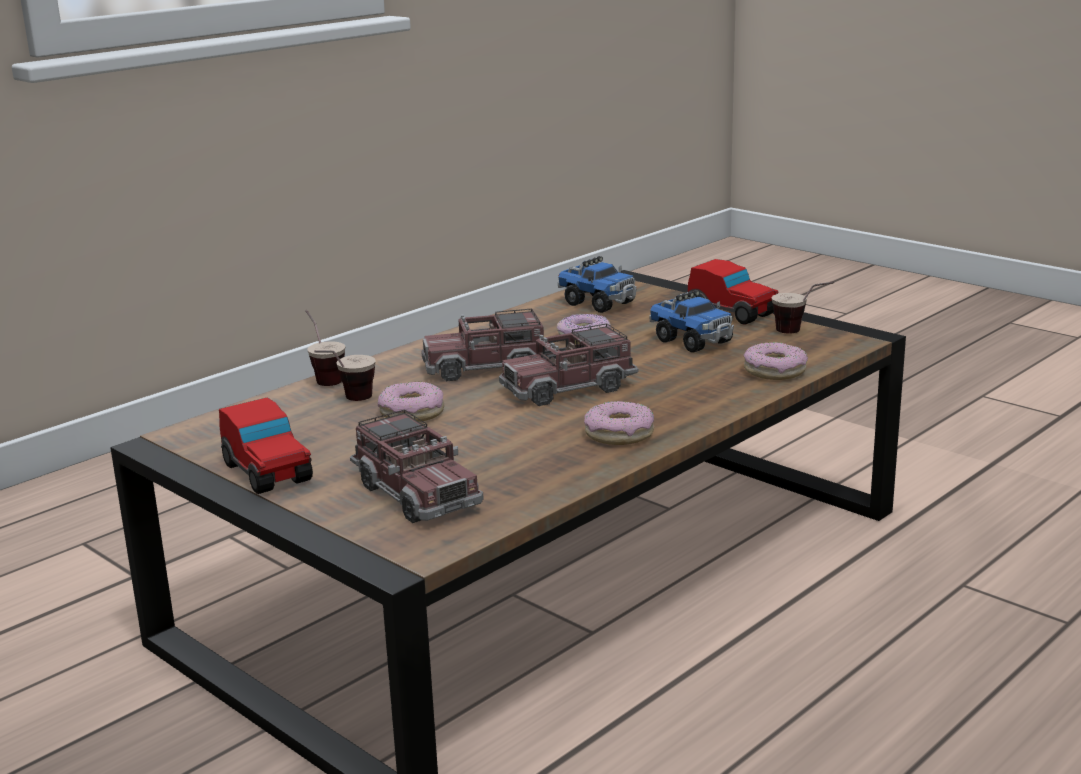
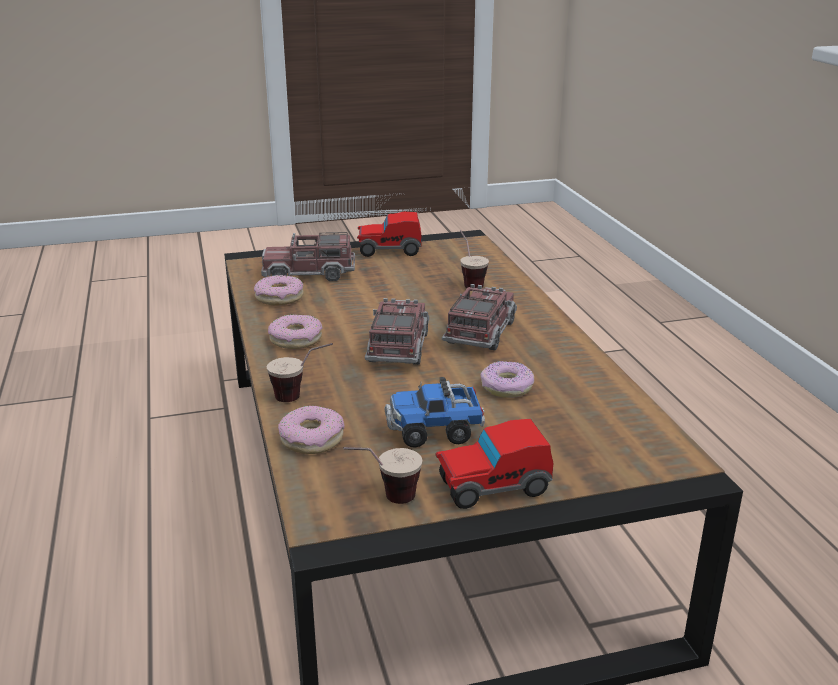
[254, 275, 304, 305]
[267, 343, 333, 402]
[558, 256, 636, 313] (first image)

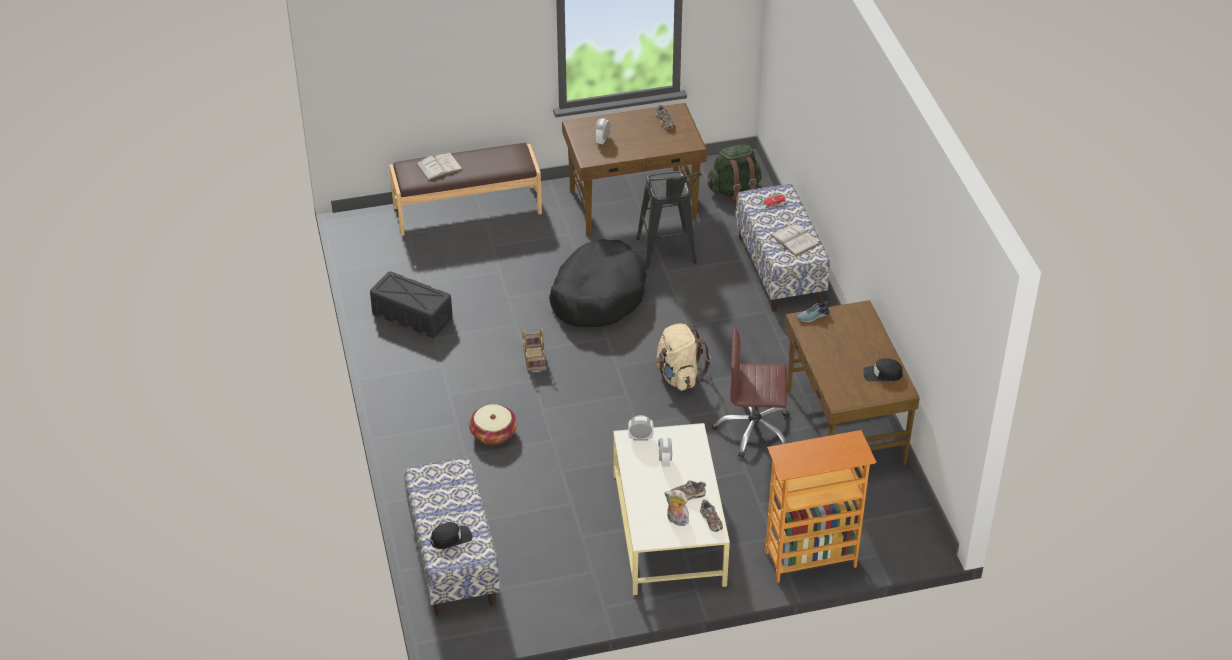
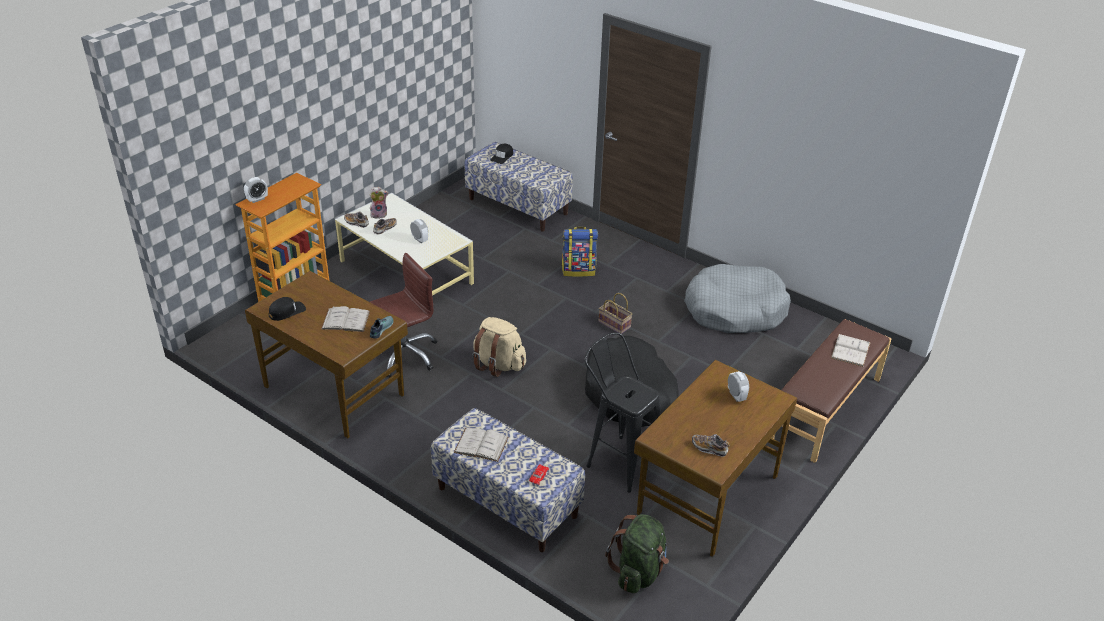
[244, 177, 268, 203]
[321, 306, 370, 332]
[562, 227, 598, 277]
[684, 264, 791, 333]

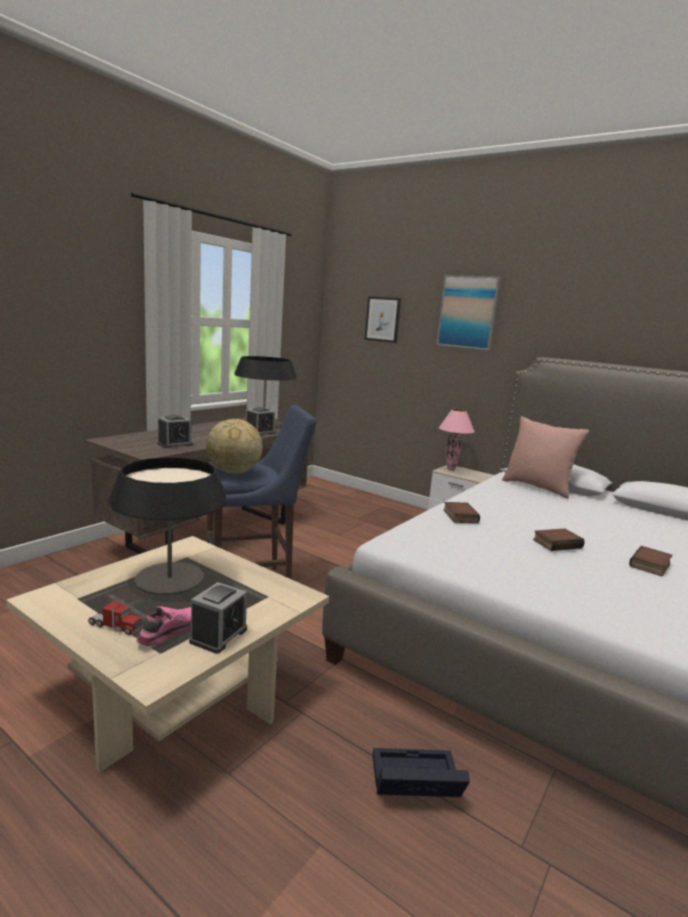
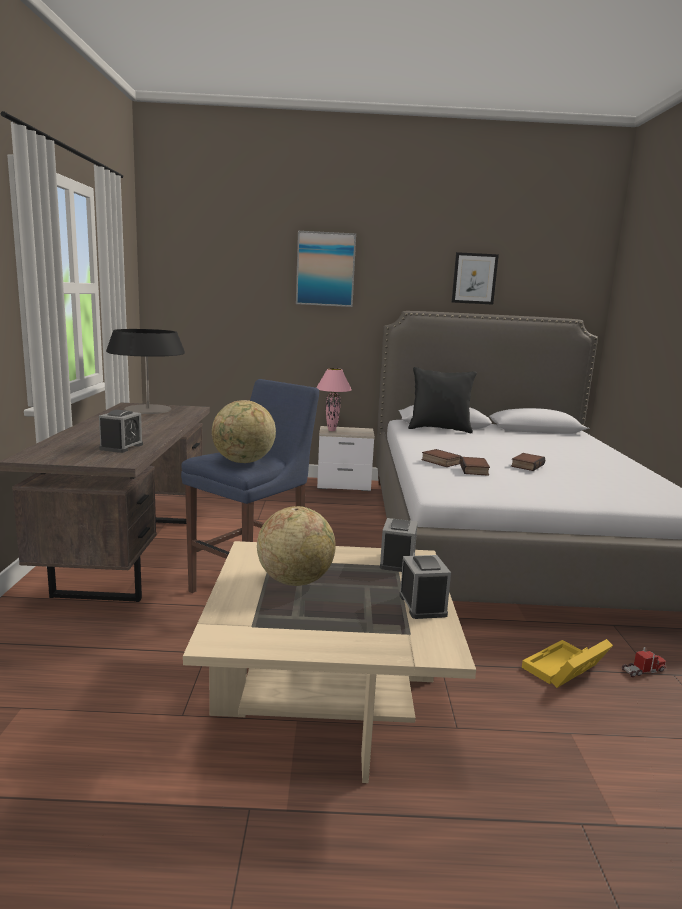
[257, 506, 336, 586]
[380, 518, 418, 572]
[408, 367, 477, 433]
[452, 252, 499, 305]
[460, 457, 490, 476]
[522, 639, 613, 688]
[622, 647, 666, 677]
[136, 606, 191, 647] (first image)

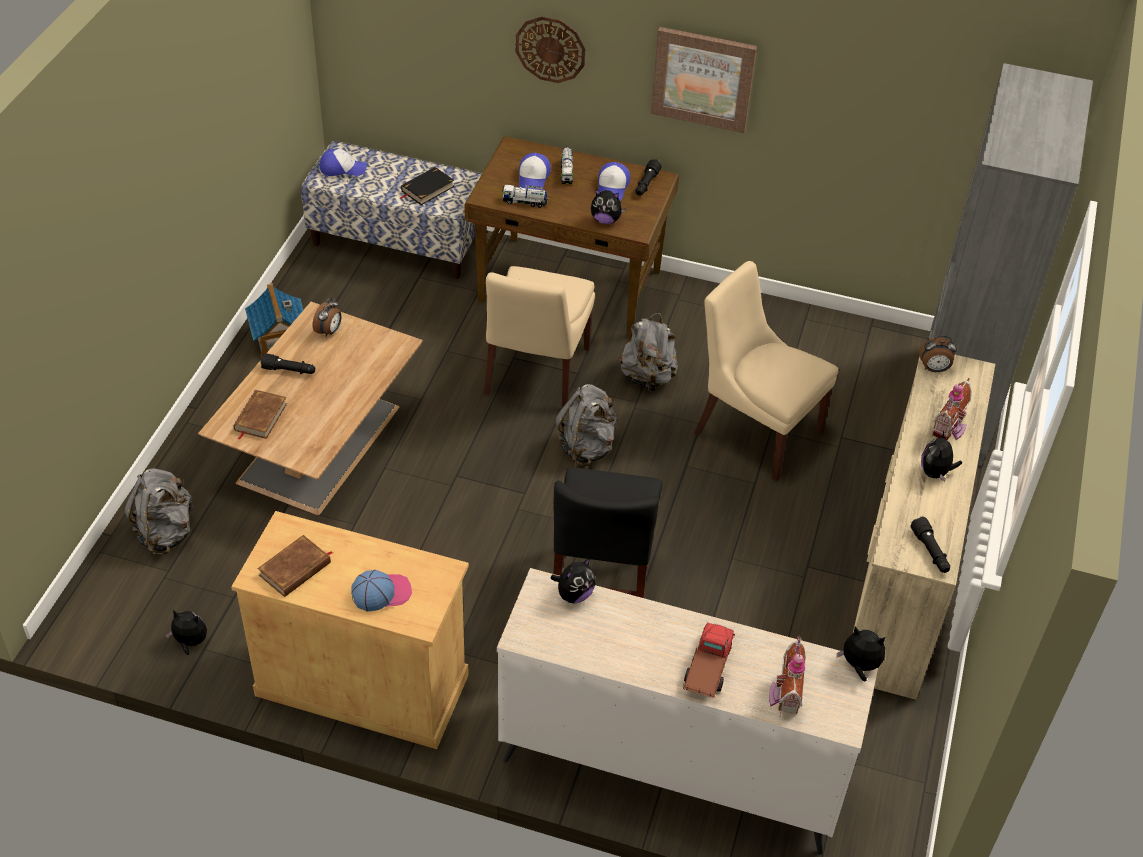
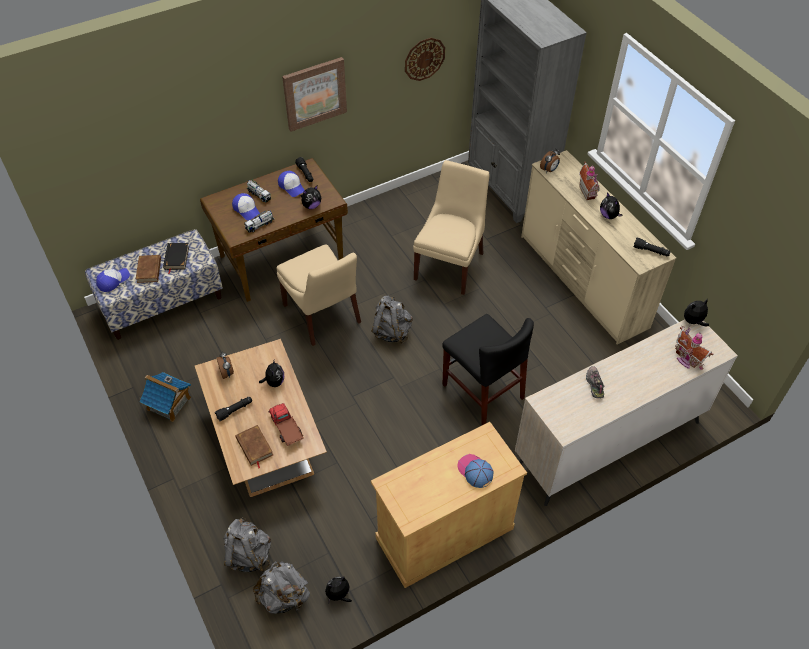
[136, 255, 161, 283]
[253, 561, 310, 614]
[259, 361, 284, 387]
[269, 403, 304, 446]
[405, 38, 445, 81]
[413, 160, 489, 295]
[457, 454, 494, 488]
[586, 366, 605, 398]

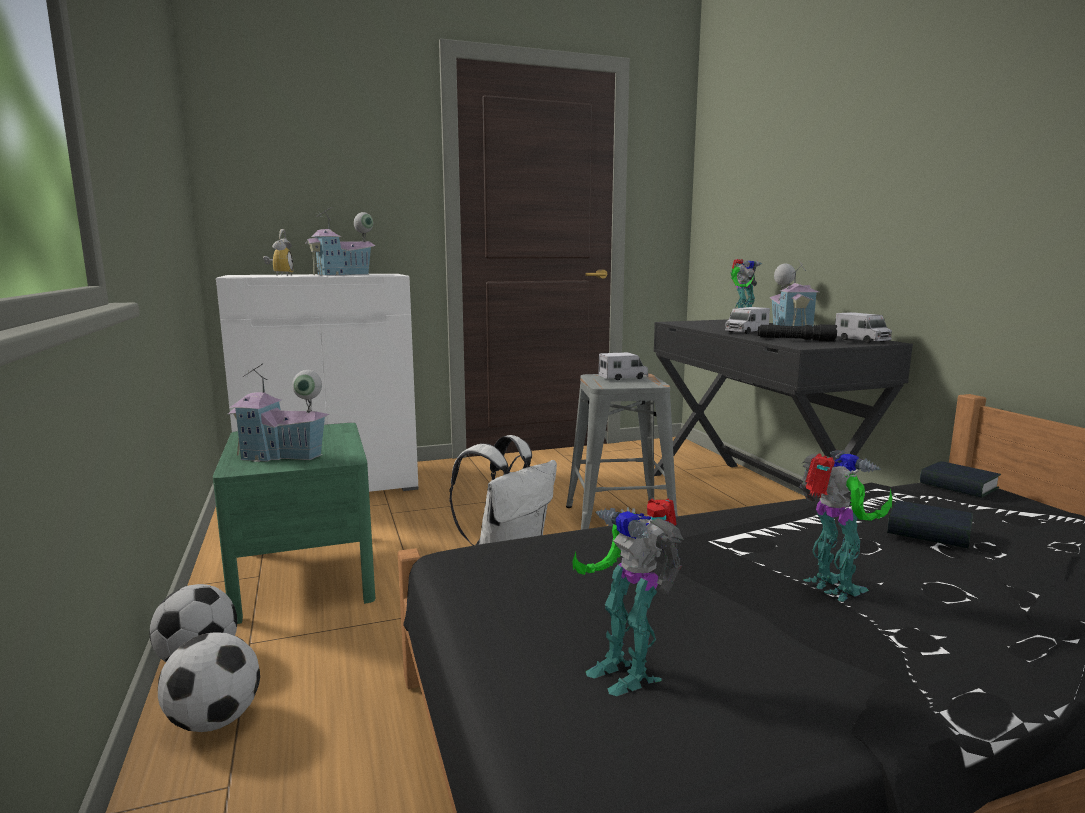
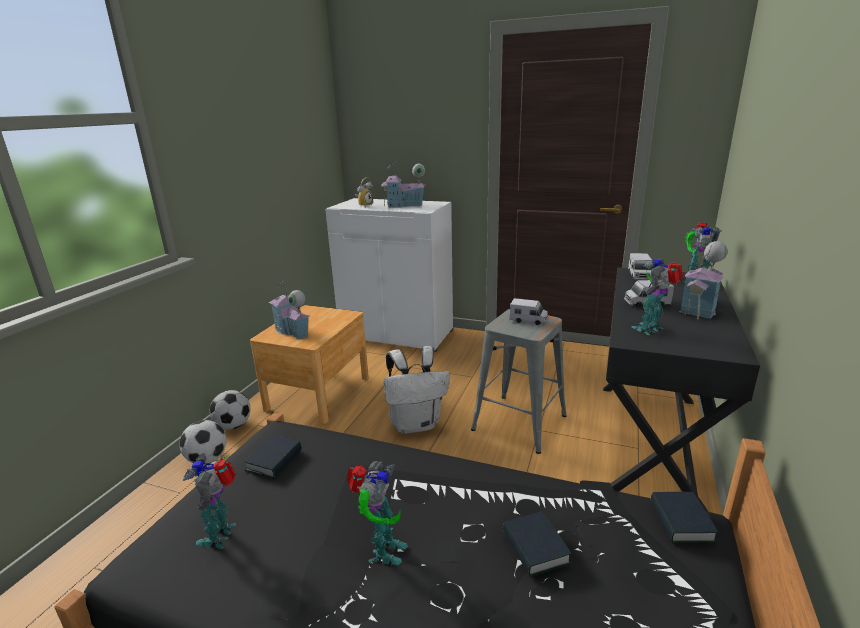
[244, 435, 302, 479]
[250, 305, 369, 424]
[628, 253, 653, 280]
[631, 258, 683, 335]

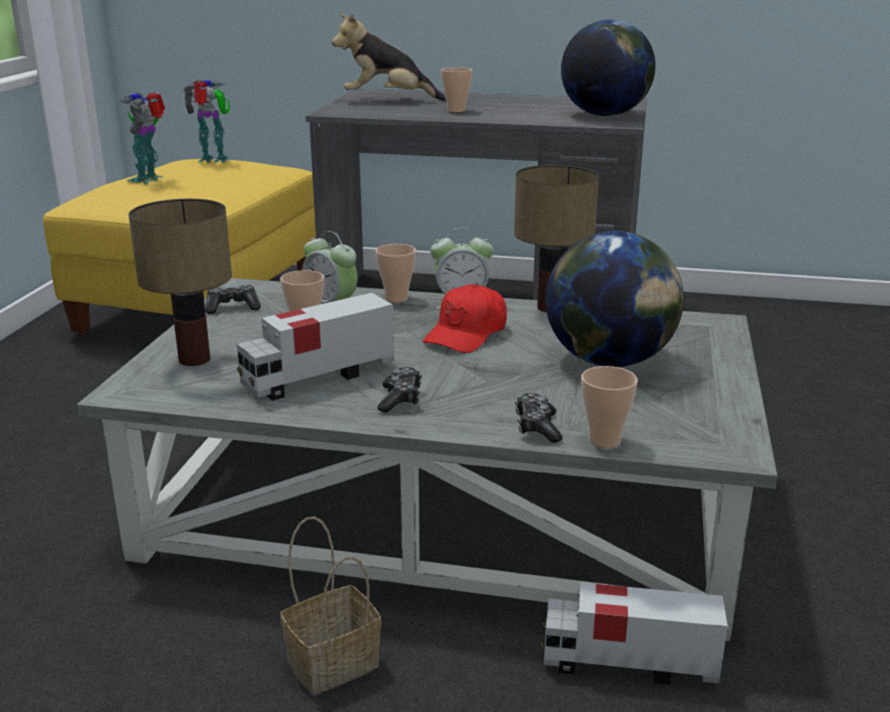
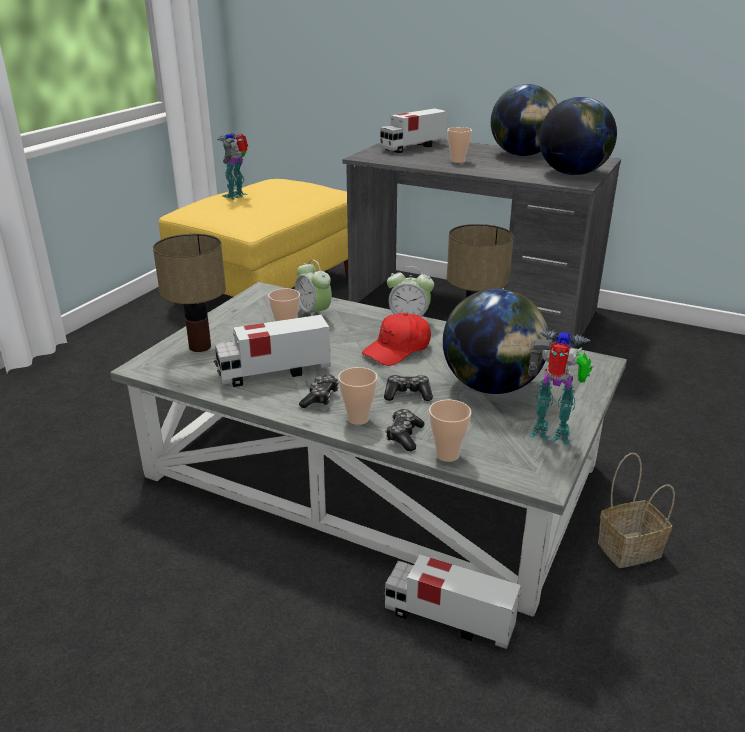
[338, 367, 377, 425]
[380, 108, 448, 153]
[384, 375, 433, 401]
[491, 84, 558, 156]
[528, 330, 593, 445]
[598, 453, 675, 568]

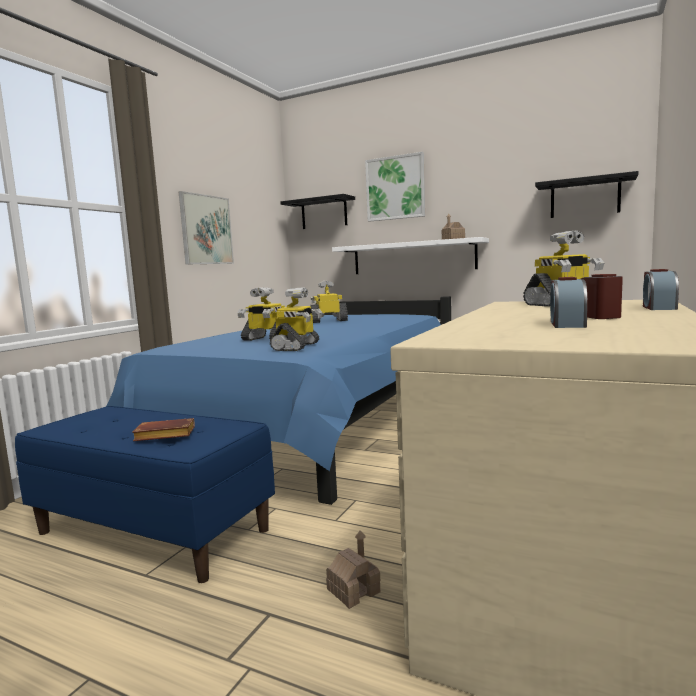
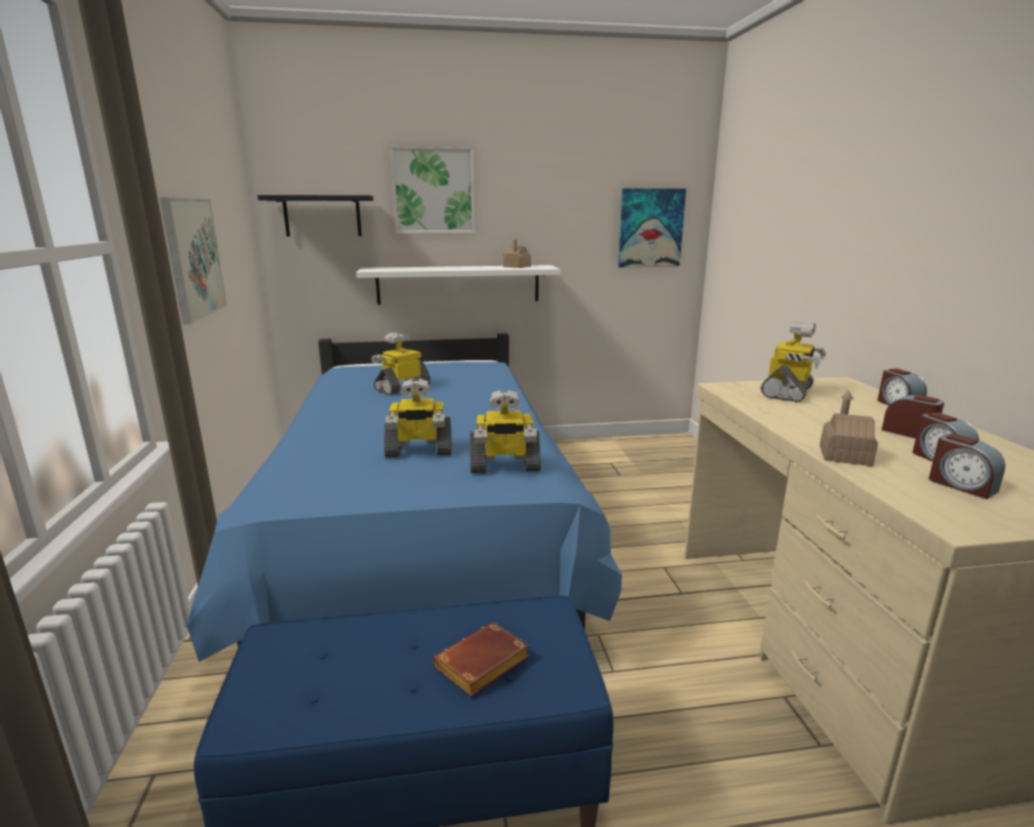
[470, 390, 541, 473]
[618, 188, 686, 267]
[820, 390, 878, 466]
[929, 433, 1005, 499]

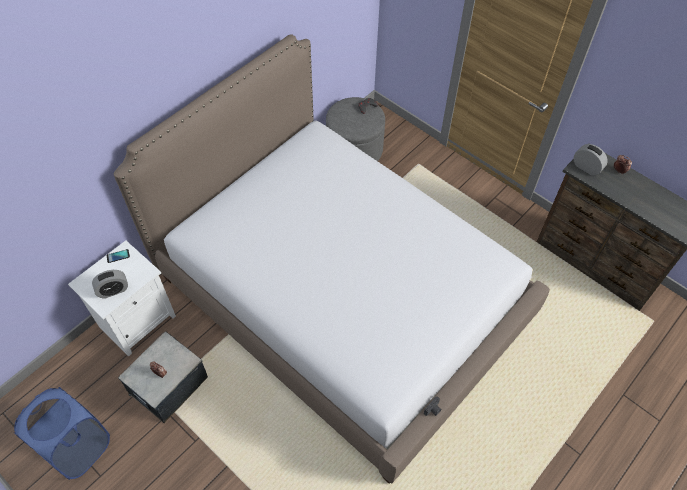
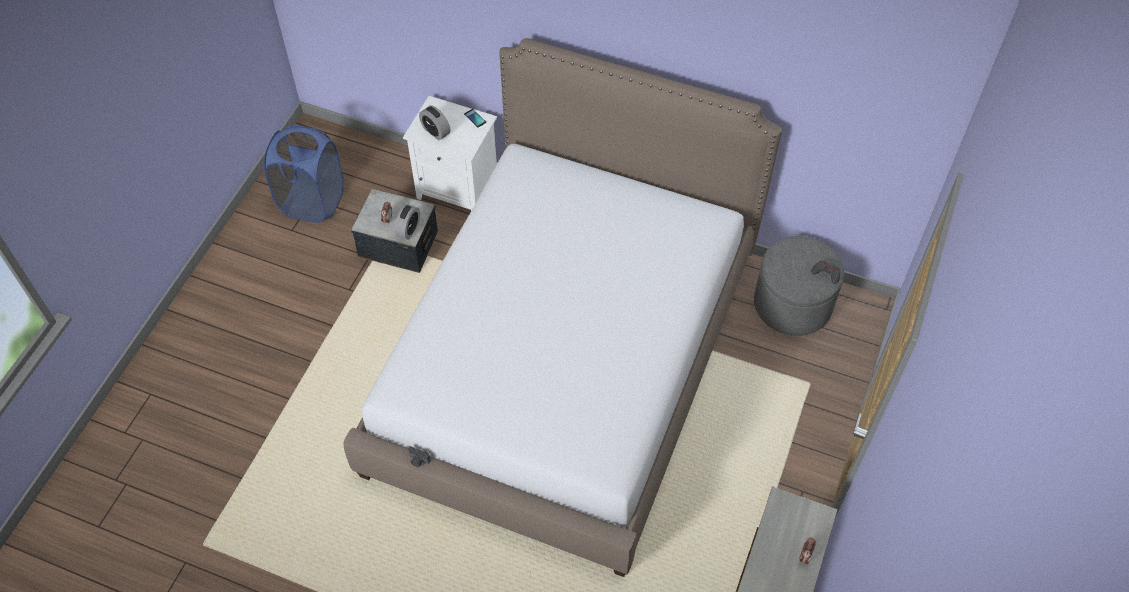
[394, 204, 420, 240]

